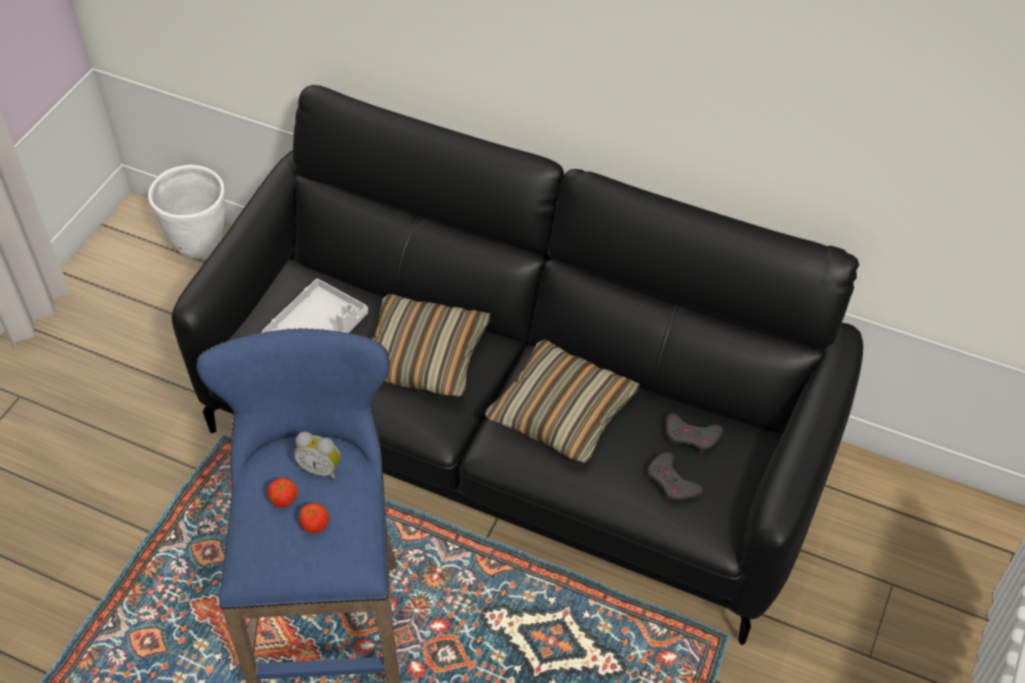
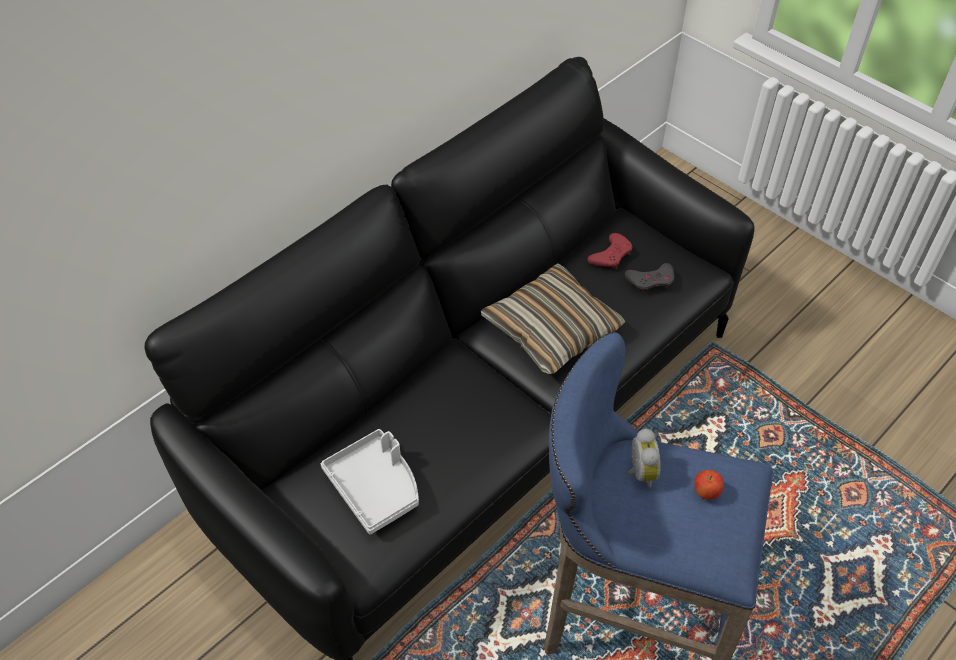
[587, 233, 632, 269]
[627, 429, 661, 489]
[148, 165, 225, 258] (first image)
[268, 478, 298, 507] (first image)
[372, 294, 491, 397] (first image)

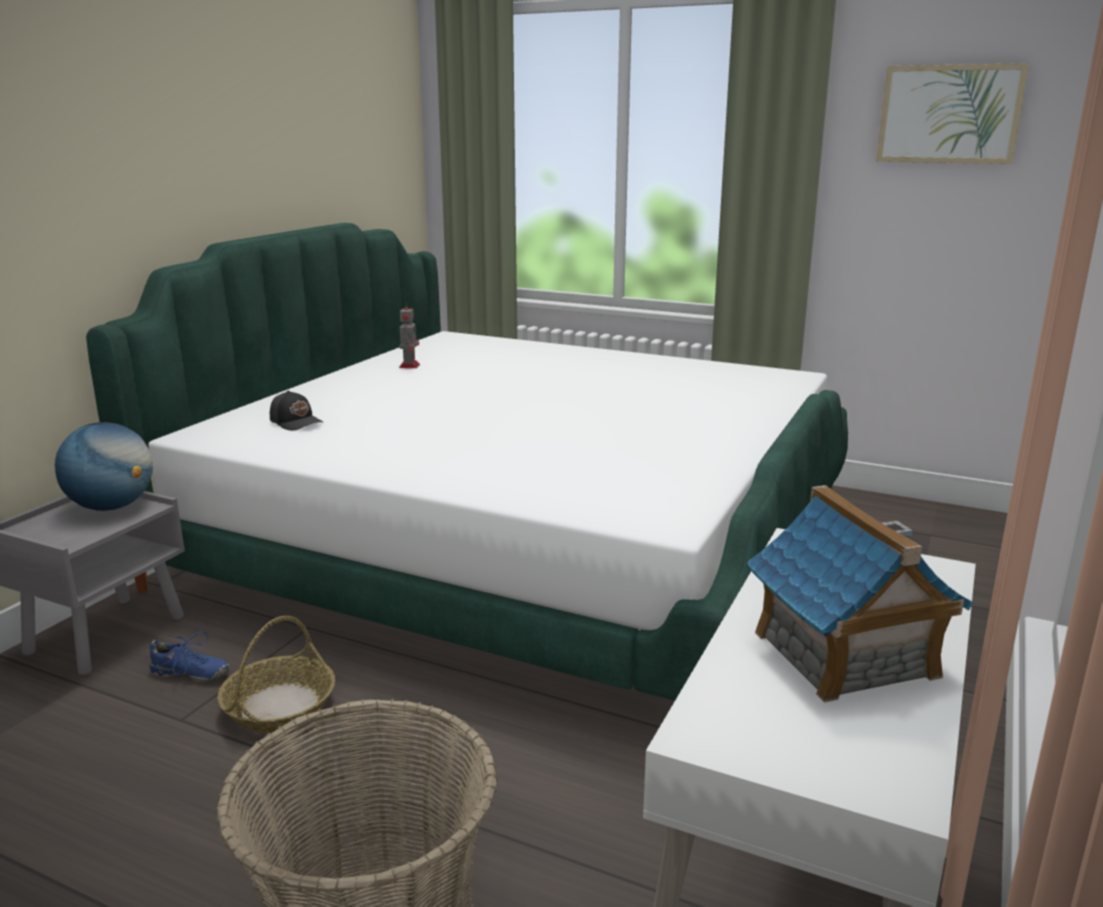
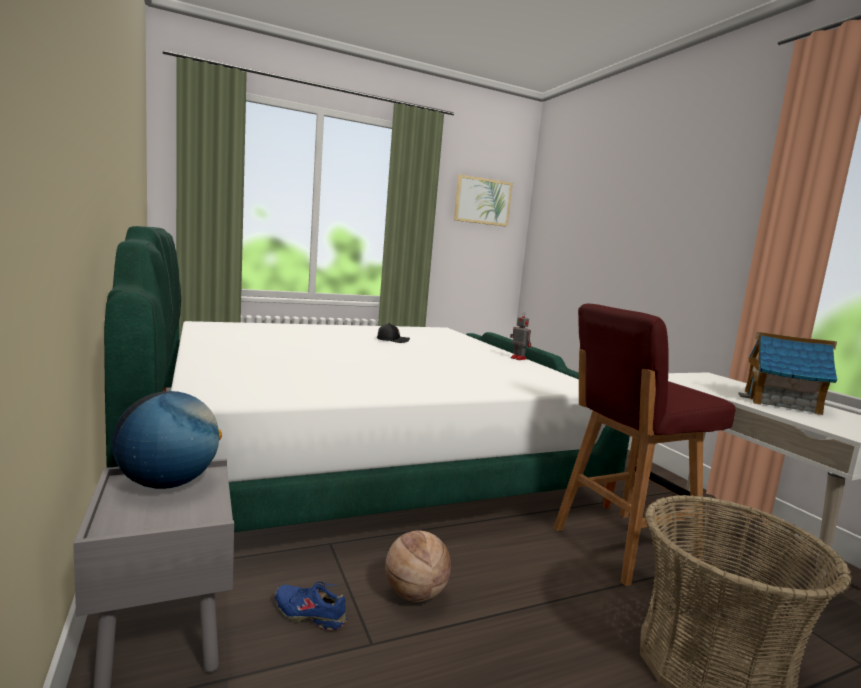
[275, 581, 347, 631]
[377, 323, 410, 343]
[385, 530, 451, 602]
[510, 312, 531, 360]
[554, 304, 736, 586]

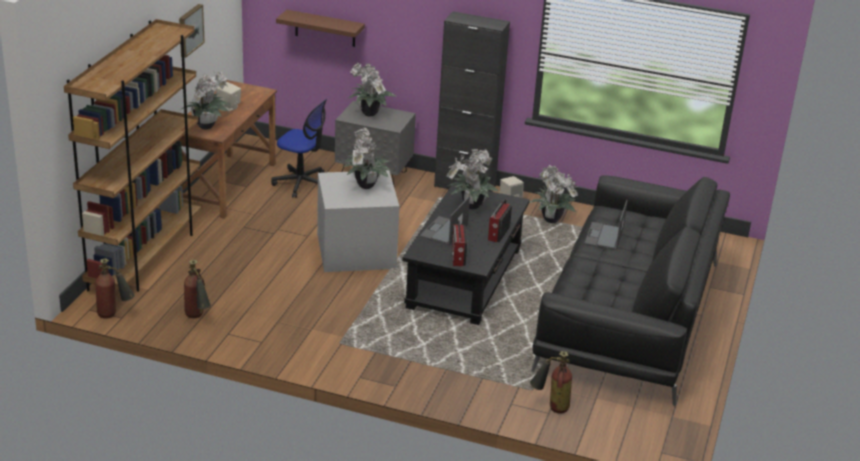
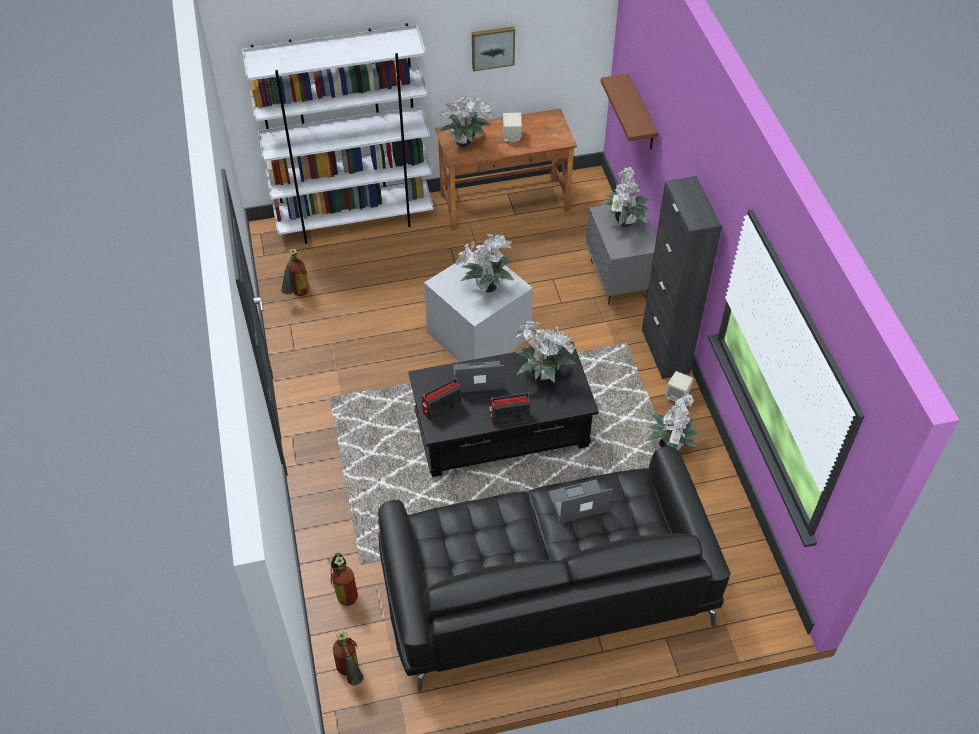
[242, 23, 434, 244]
[333, 631, 364, 685]
[271, 99, 327, 198] (first image)

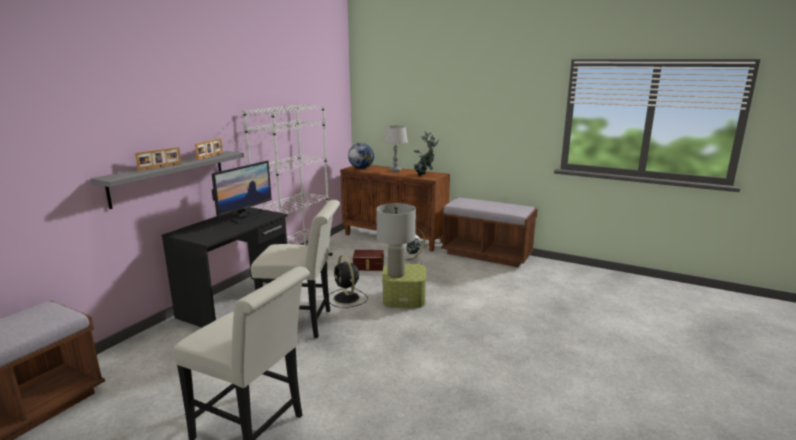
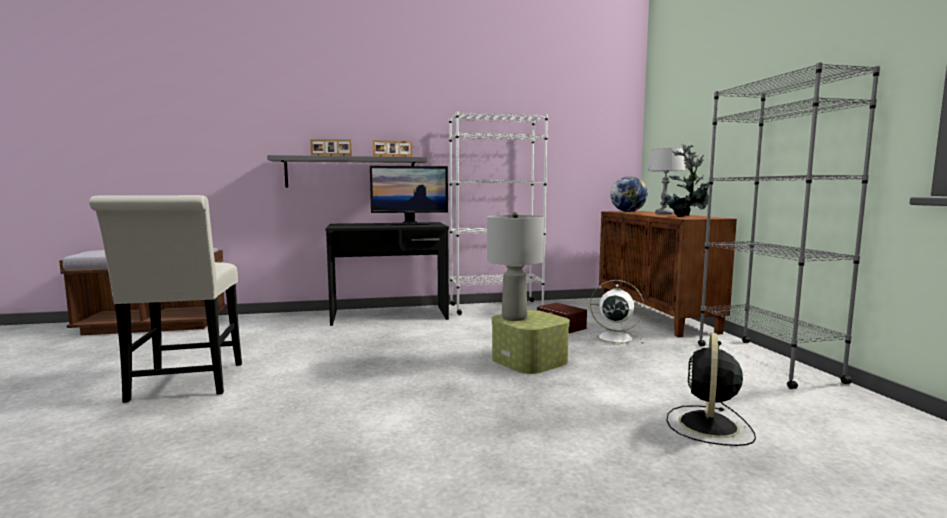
[666, 333, 756, 446]
[698, 62, 880, 389]
[251, 200, 340, 338] (first image)

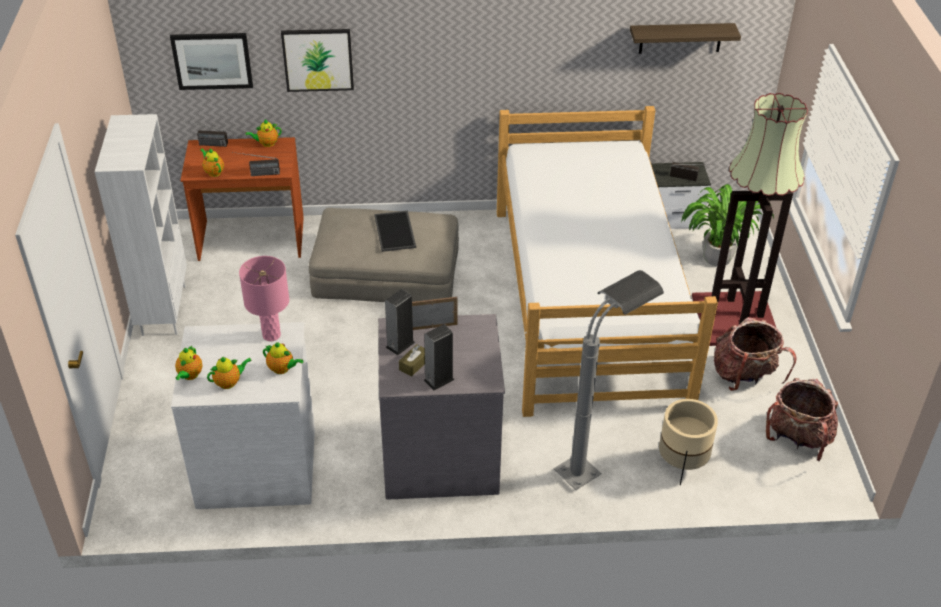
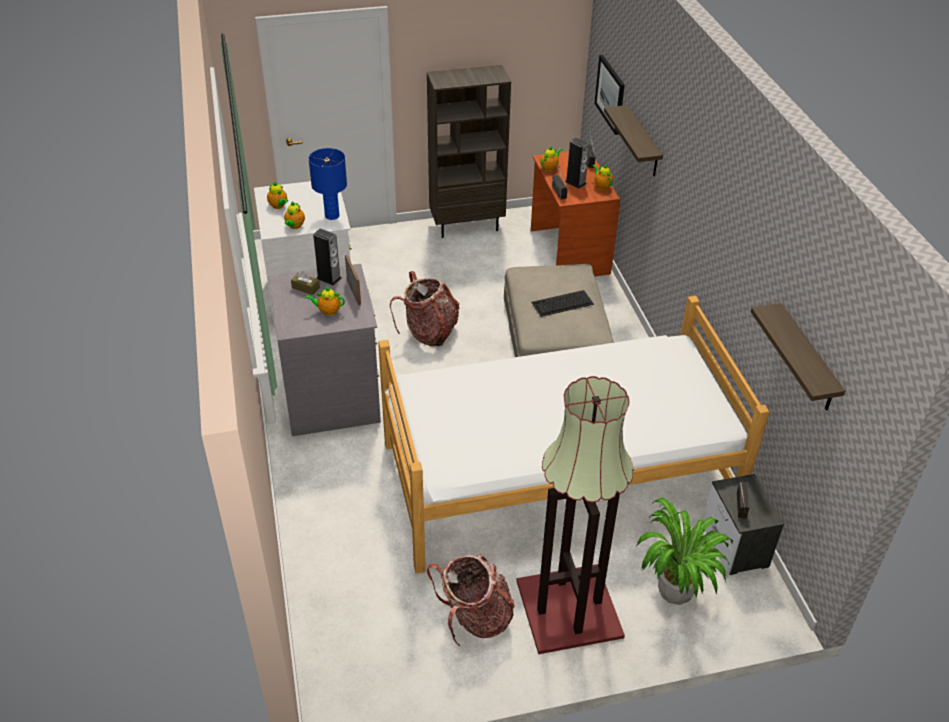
[305, 287, 345, 316]
[309, 148, 347, 220]
[390, 271, 460, 346]
[427, 65, 511, 238]
[531, 290, 594, 317]
[565, 138, 589, 188]
[604, 105, 663, 176]
[553, 270, 664, 490] (first image)
[659, 399, 718, 485] (first image)

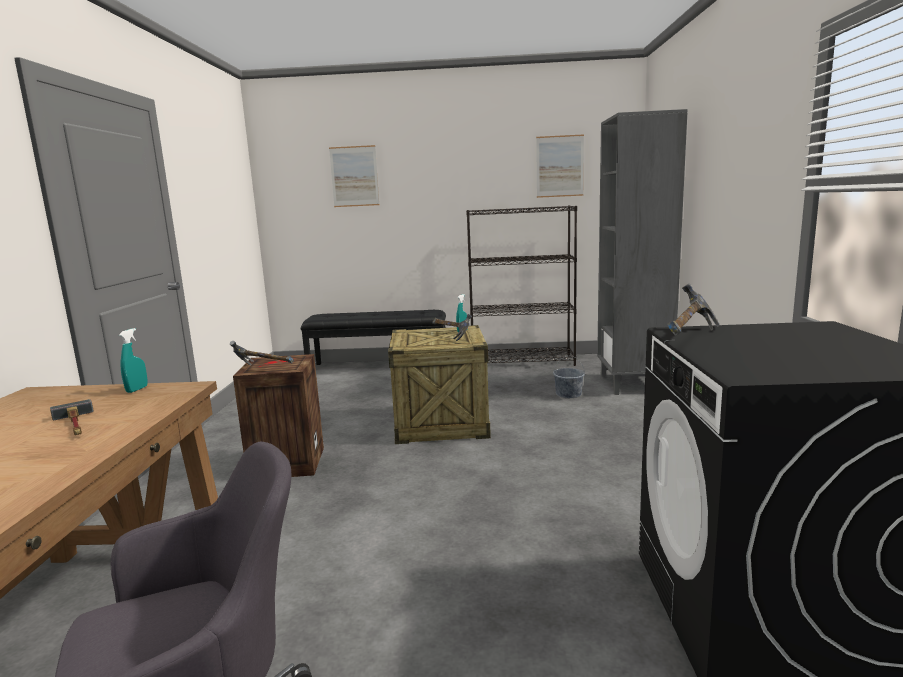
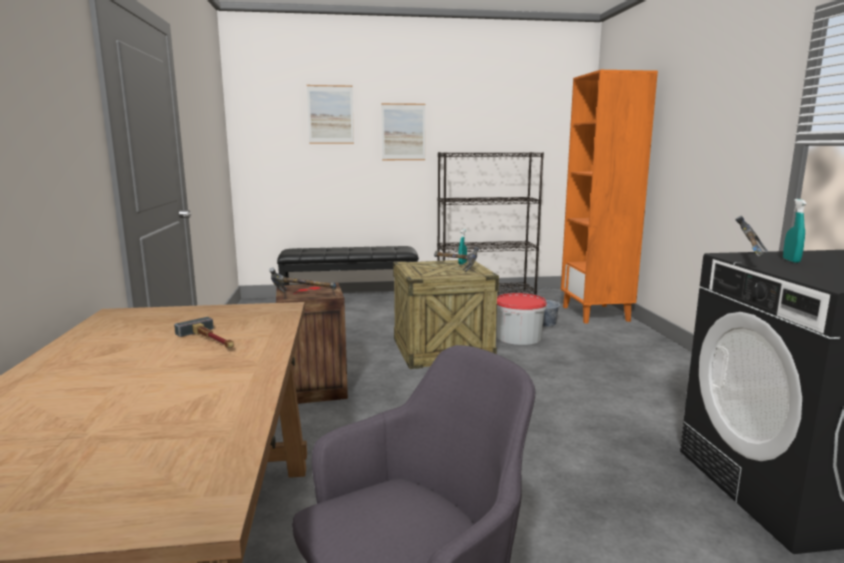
[381, 103, 425, 160]
[496, 293, 547, 345]
[561, 70, 658, 324]
[783, 199, 807, 263]

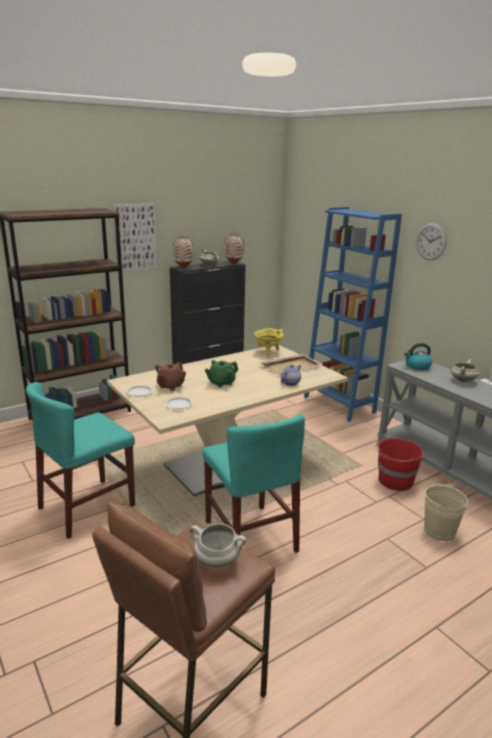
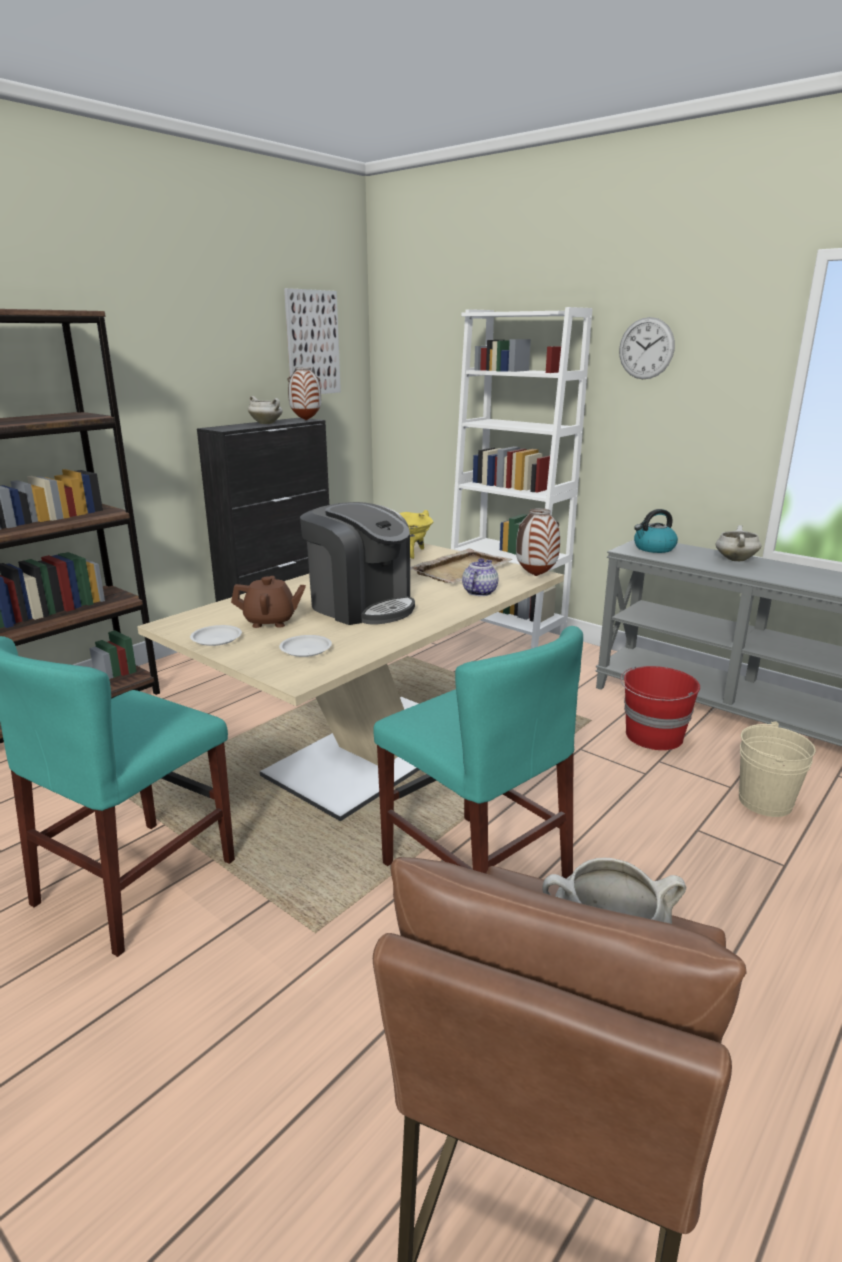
[231, 576, 306, 628]
[284, 288, 341, 394]
[300, 502, 415, 625]
[451, 307, 593, 649]
[516, 508, 560, 576]

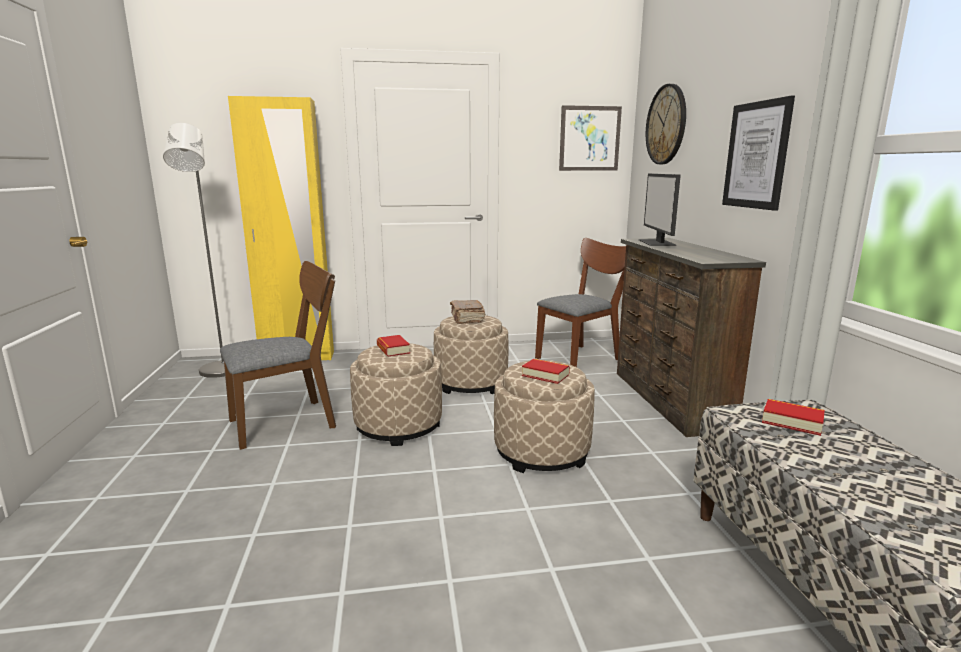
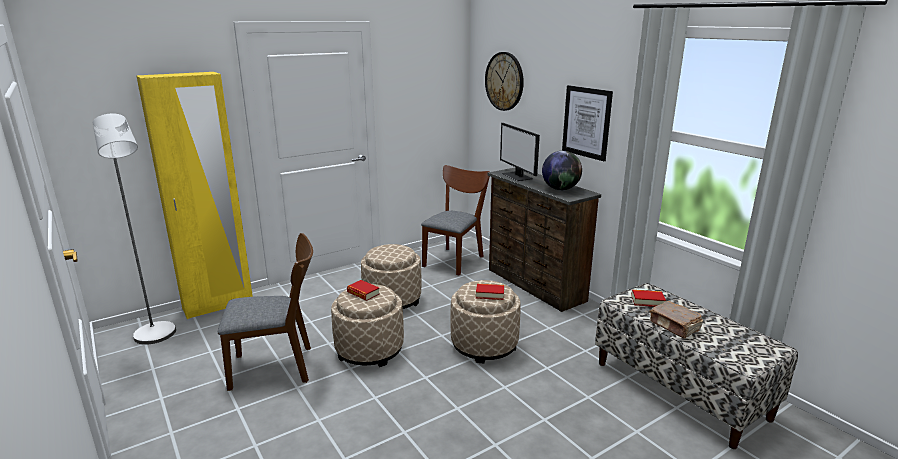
[218, 233, 313, 391]
[542, 151, 582, 190]
[649, 301, 703, 338]
[559, 105, 622, 171] (first image)

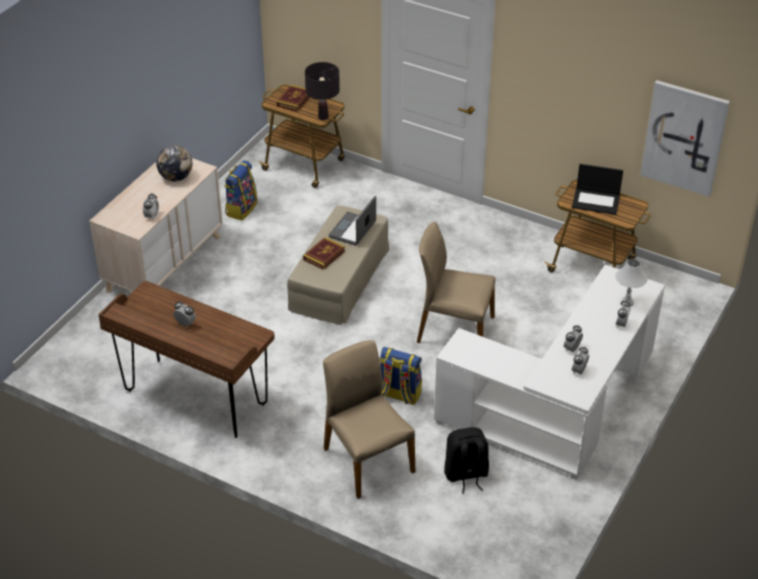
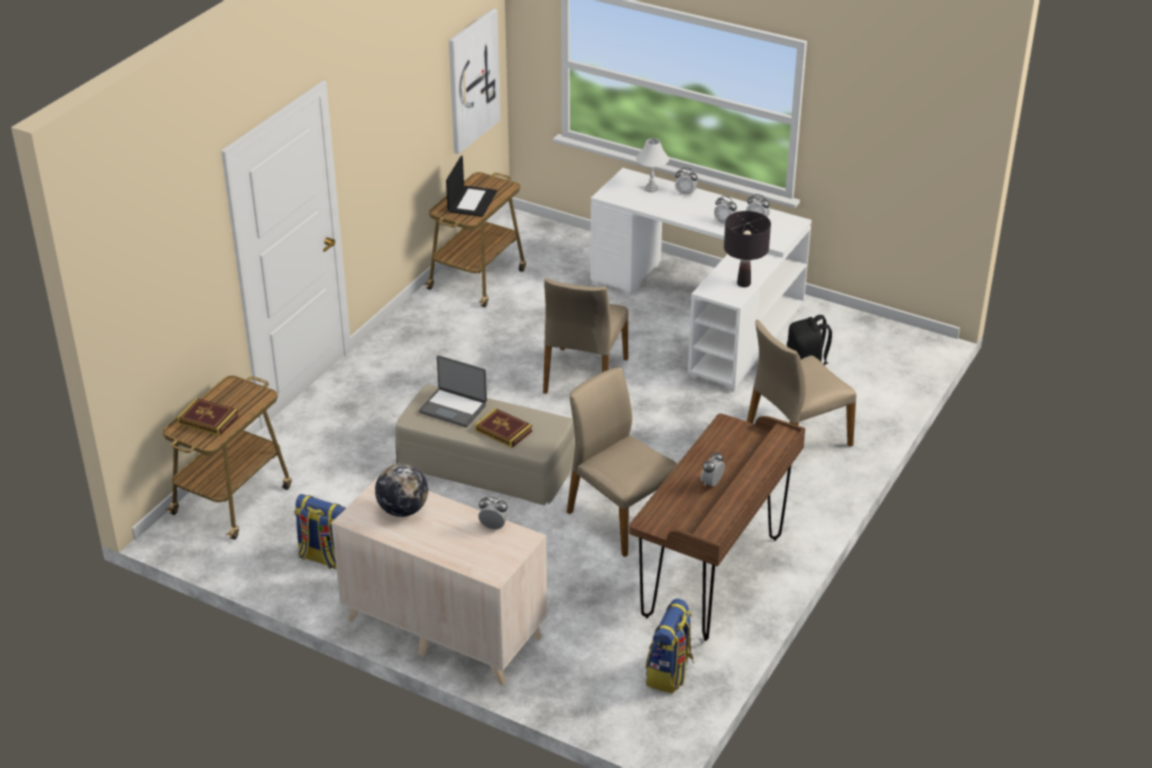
[567, 367, 678, 557]
[646, 599, 694, 693]
[724, 211, 771, 287]

